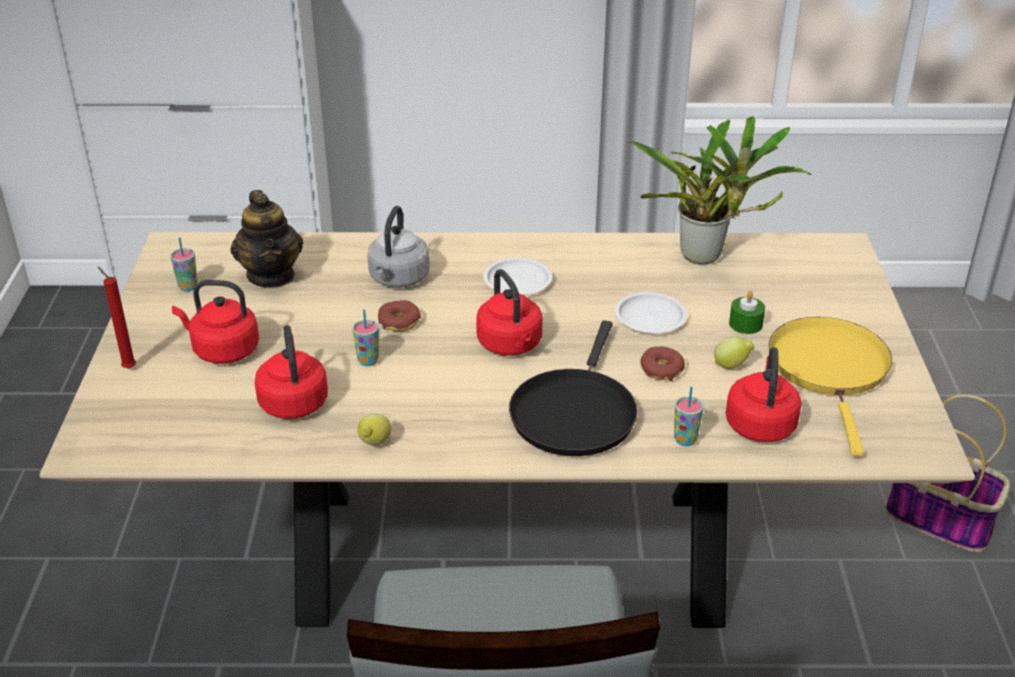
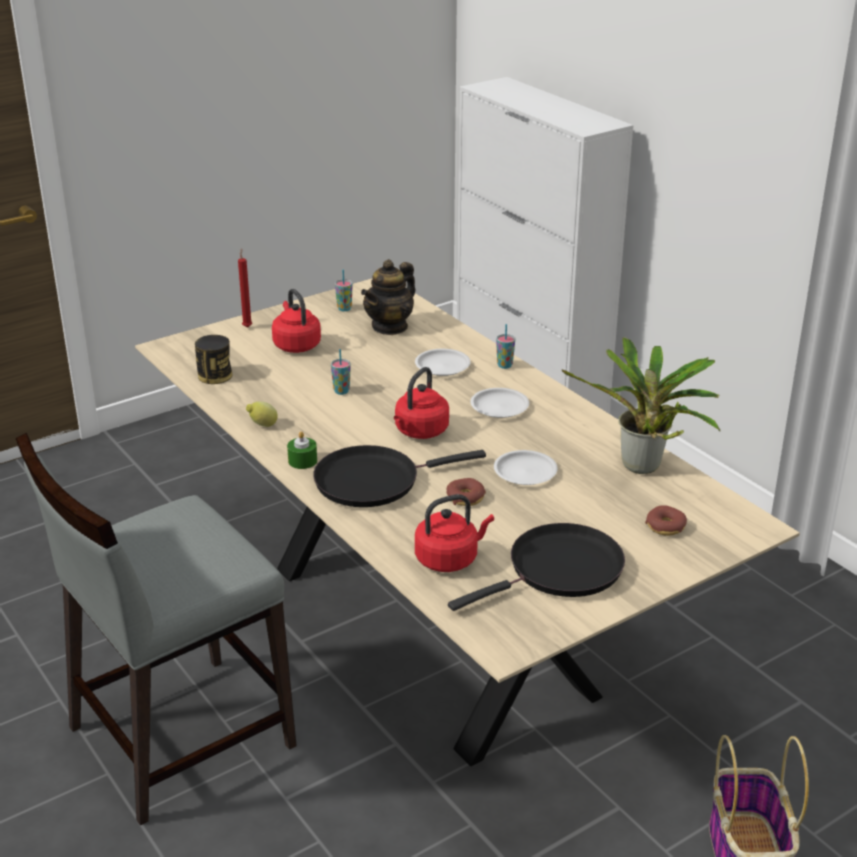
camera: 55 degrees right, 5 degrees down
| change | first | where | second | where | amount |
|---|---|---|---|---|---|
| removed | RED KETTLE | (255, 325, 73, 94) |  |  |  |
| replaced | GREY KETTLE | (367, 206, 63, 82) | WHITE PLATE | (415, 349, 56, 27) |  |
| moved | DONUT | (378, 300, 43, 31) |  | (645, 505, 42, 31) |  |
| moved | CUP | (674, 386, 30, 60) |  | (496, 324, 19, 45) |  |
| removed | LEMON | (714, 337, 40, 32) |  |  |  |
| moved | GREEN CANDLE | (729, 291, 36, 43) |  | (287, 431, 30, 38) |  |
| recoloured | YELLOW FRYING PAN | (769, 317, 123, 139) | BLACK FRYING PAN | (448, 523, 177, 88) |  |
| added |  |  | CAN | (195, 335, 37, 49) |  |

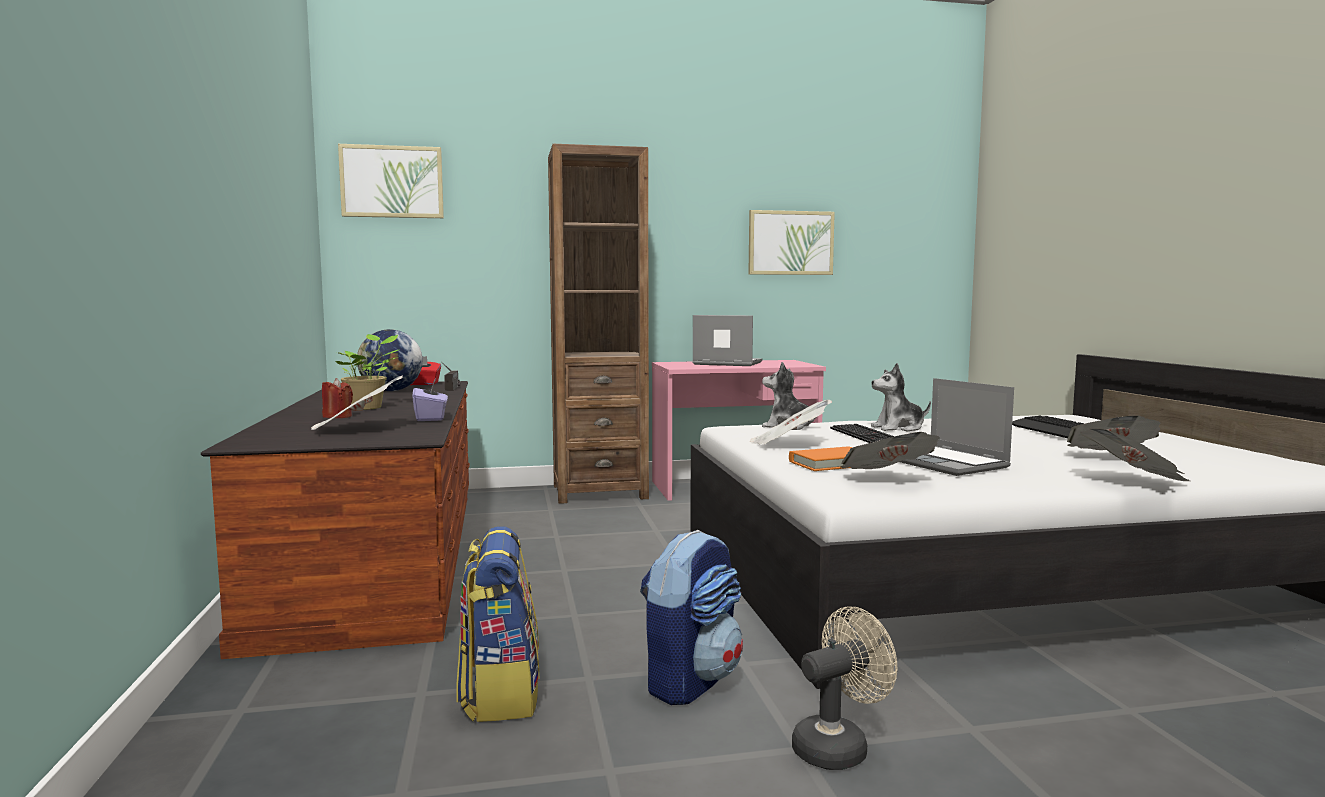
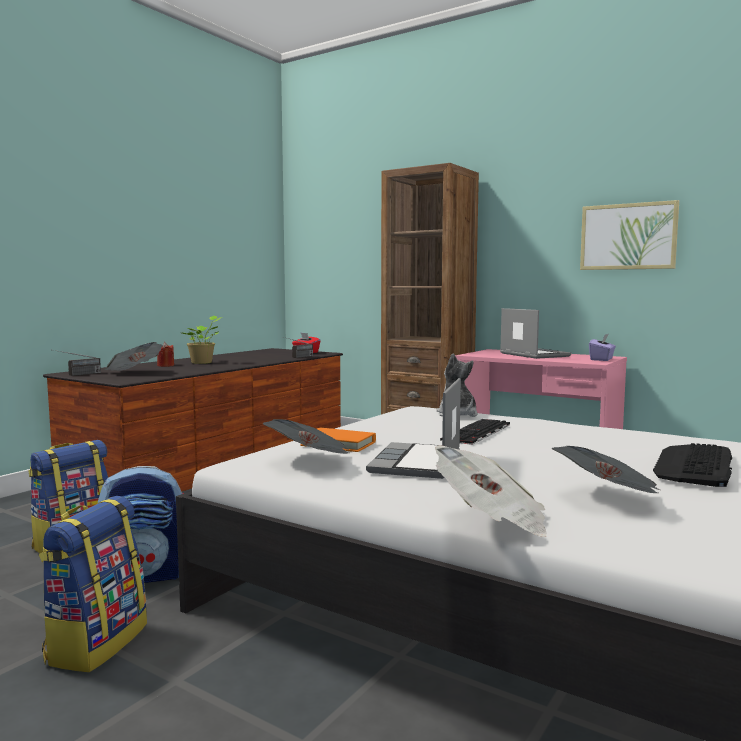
camera: 45 degrees right, 0 degrees up
| change | first | where | second | where | amount |
|---|---|---|---|---|---|
| removed | PICTURE | (338, 144, 106, 74) |  |  |  |
| removed | GLOBE | (357, 329, 66, 62) |  |  |  |
| moved | PURPLE TISSUE BOX | (412, 379, 36, 42) |  | (589, 334, 27, 27) |  |
| removed | NEWSPAPER | (750, 400, 82, 45) |  |  |  |
| replaced | BEIGE FAN | (792, 606, 106, 164) | BACKPACK | (39, 496, 108, 176) |  |
| removed | PLUSH TOY | (871, 363, 60, 68) |  |  |  |
| added |  |  | RADIO | (54, 350, 47, 26) |  |

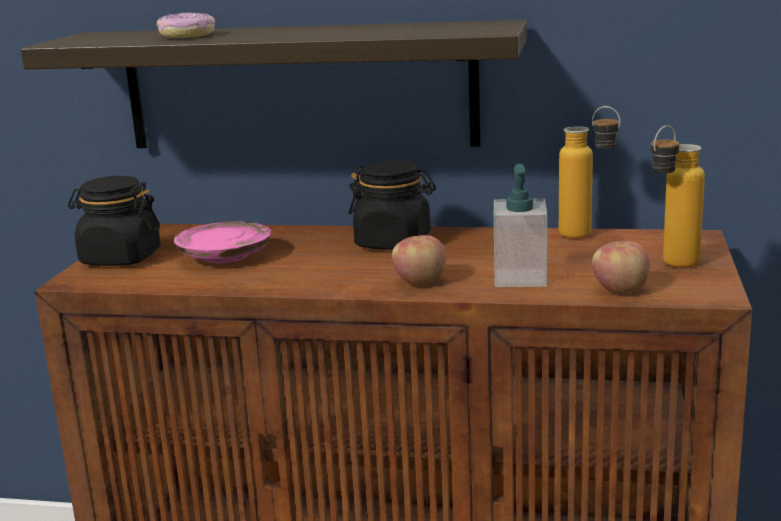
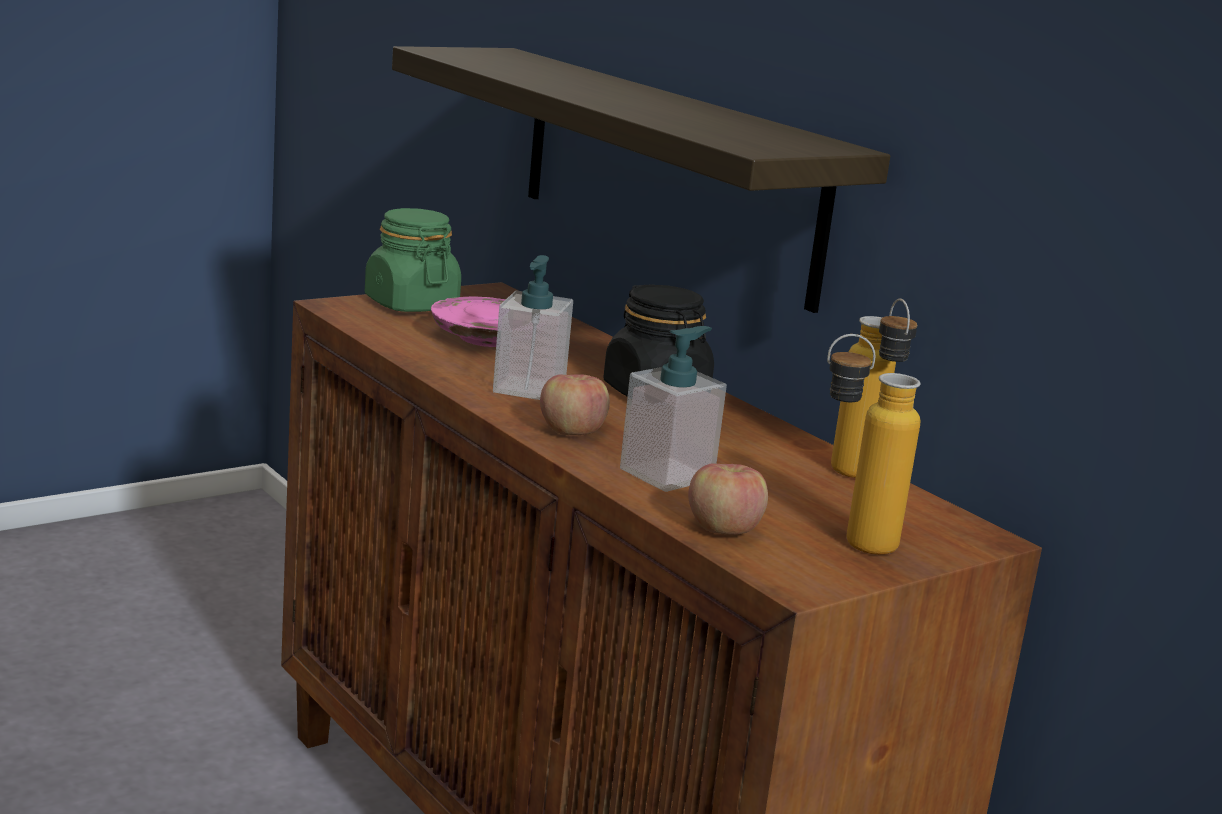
camera: 40 degrees right, 0 degrees up
| change | first | where | second | where | amount |
|---|---|---|---|---|---|
| recoloured | BLACK JAR | (68, 176, 93, 90) | GREEN JAR | (365, 208, 96, 104) |  |
| removed | DONUT | (157, 12, 58, 26) |  |  |  |
| added |  |  | SOAP DISPENSER | (493, 255, 80, 145) |  |

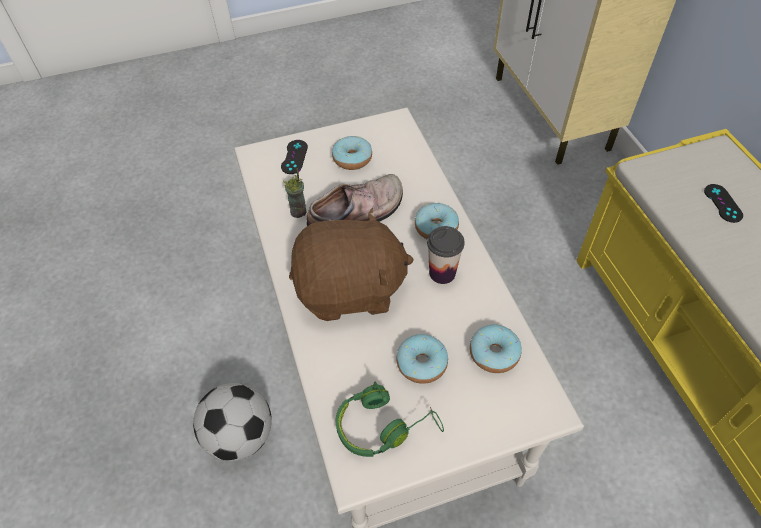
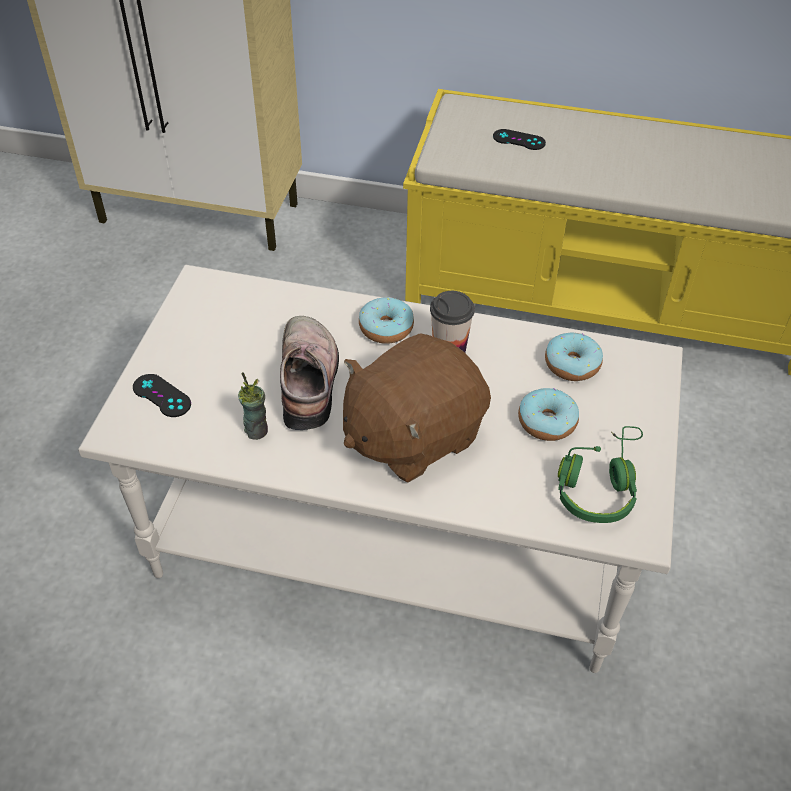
camera: 60 degrees left, 5 degrees down
| change | first | where | second | where | amount |
|---|---|---|---|---|---|
| removed | FOOTBALL | (193, 383, 79, 78) |  |  |  |
| turned | BROWN PLUSH TOY | (289, 208, 125, 113) |  | (343, 333, 148, 150) | 150 degrees counterclockwise |
| removed | DONUT | (332, 136, 40, 34) |  |  |  |

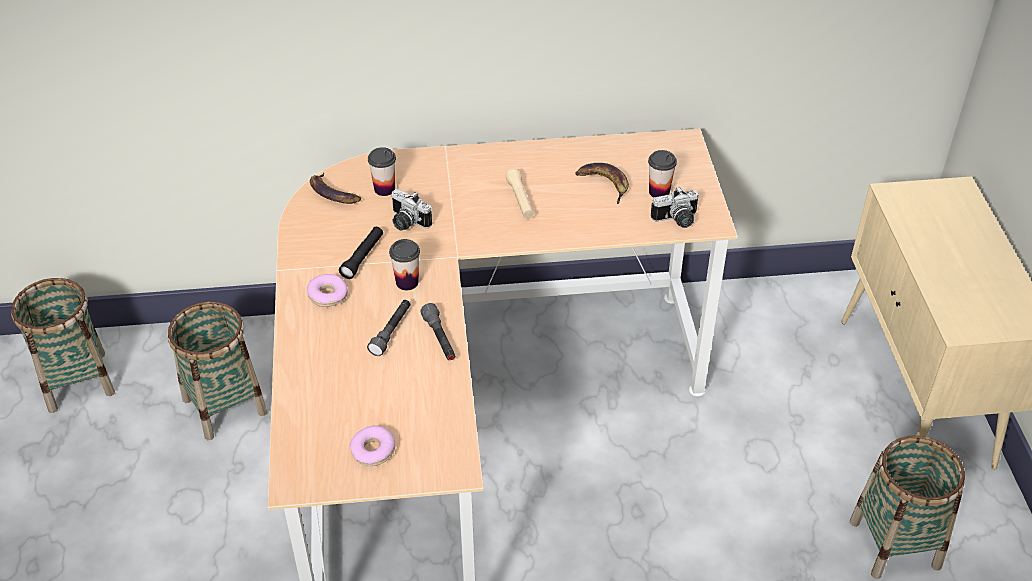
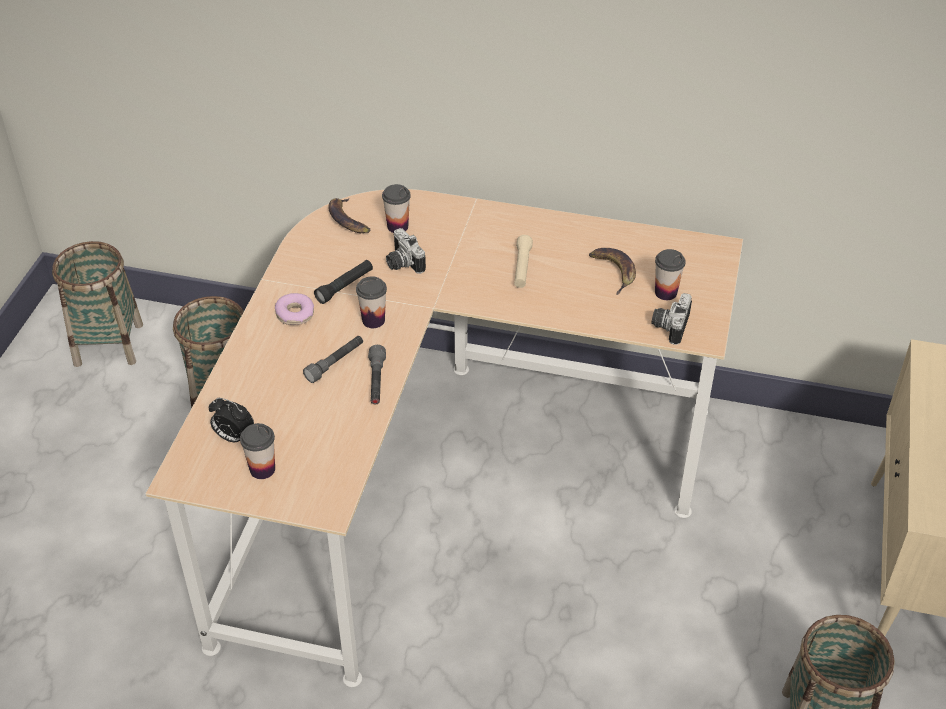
camera: 20 degrees right, 0 degrees up
| change | first | where | second | where | amount |
|---|---|---|---|---|---|
| replaced | DONUT | (350, 426, 45, 40) | CUP | (240, 423, 35, 56) |  |
| turned | PHOTO CAMERA | (651, 187, 48, 41) |  | (651, 293, 41, 52) | 105 degrees clockwise |
| added |  |  | ALARM CLOCK | (208, 398, 46, 44) |  |

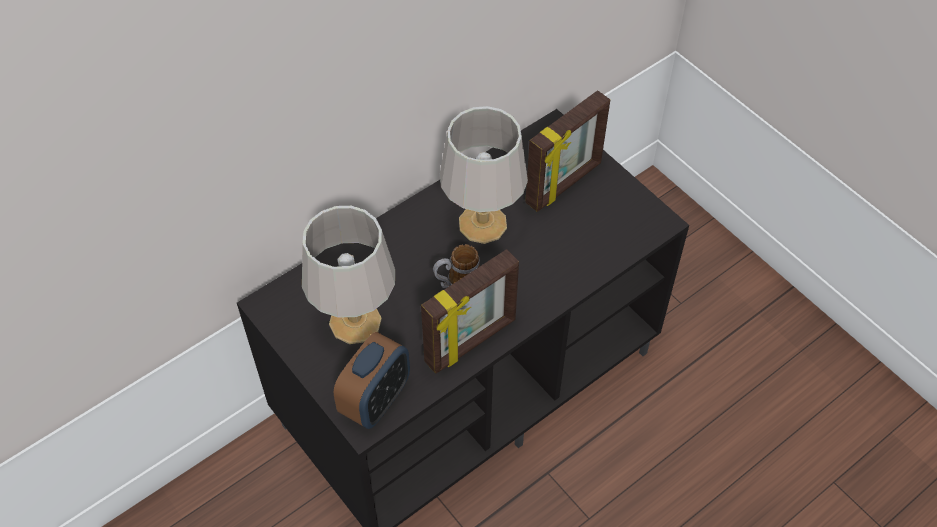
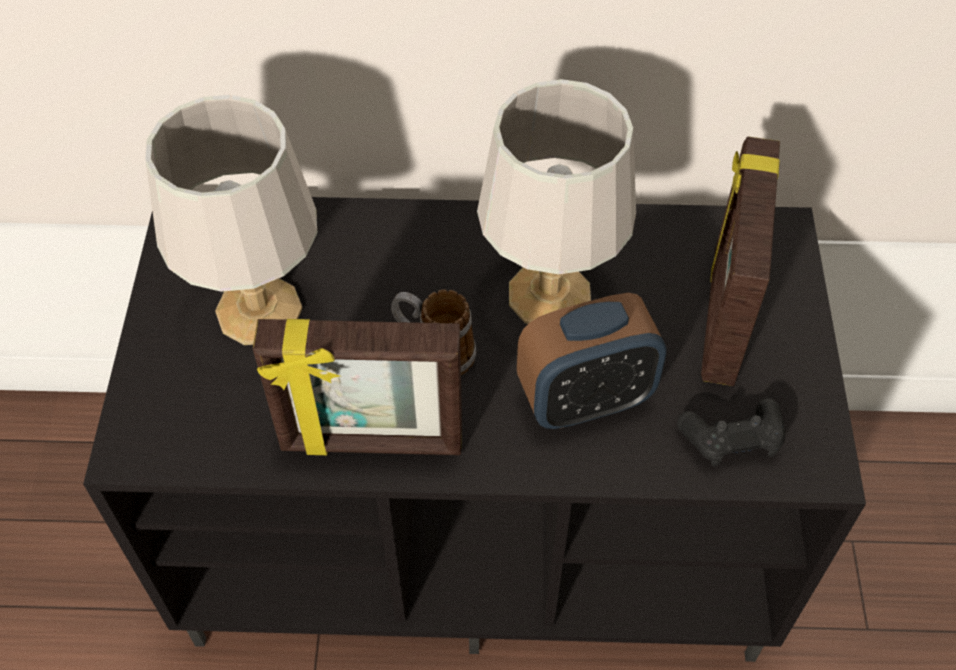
camera: 40 degrees right, 0 degrees up
| change | first | where | second | where | amount |
|---|---|---|---|---|---|
| moved | ALARM CLOCK | (334, 332, 76, 97) |  | (517, 293, 150, 136) |  |
| turned | PICTURE FRAME | (525, 90, 85, 122) |  | (701, 136, 79, 250) | 105 degrees clockwise |
| added |  |  | BLACK GAME CONTROLLER | (677, 398, 108, 68) |  |

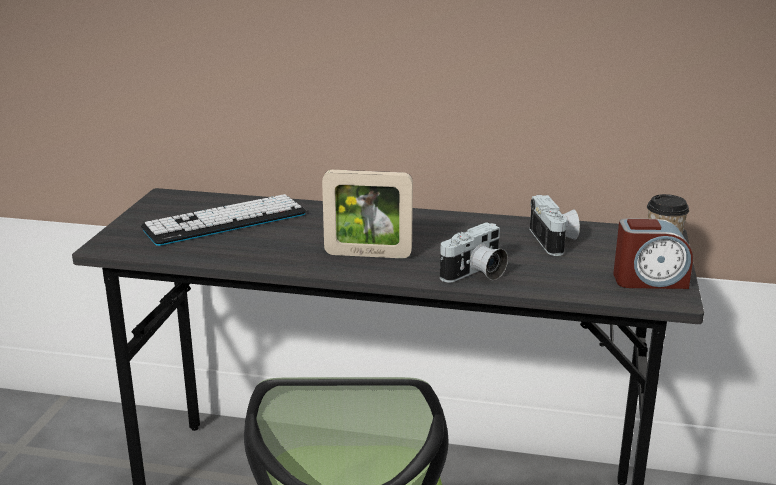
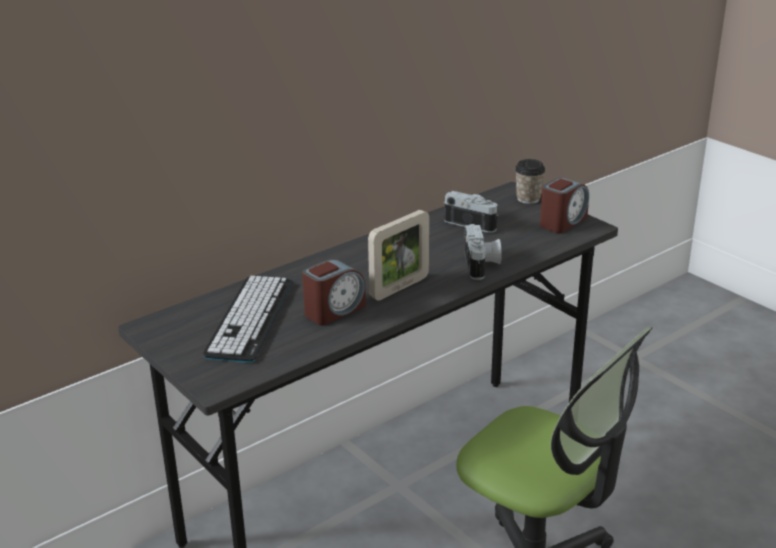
camera: 50 degrees left, 5 degrees up
| change | first | where | second | where | amount |
|---|---|---|---|---|---|
| added |  |  | ALARM CLOCK | (302, 259, 64, 66) |  |

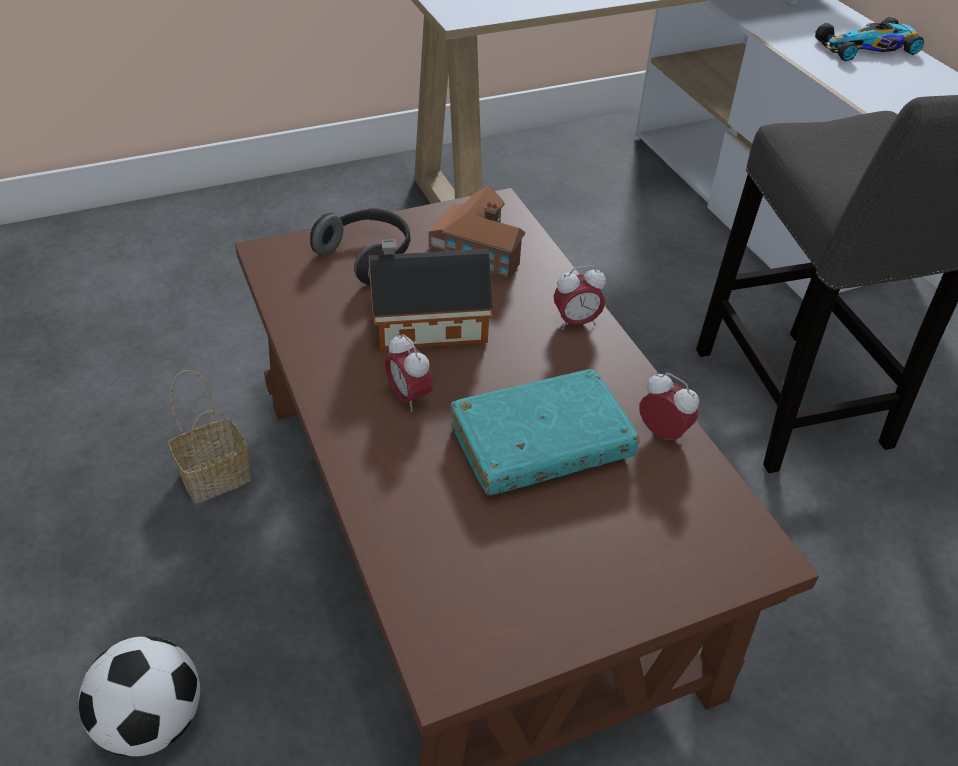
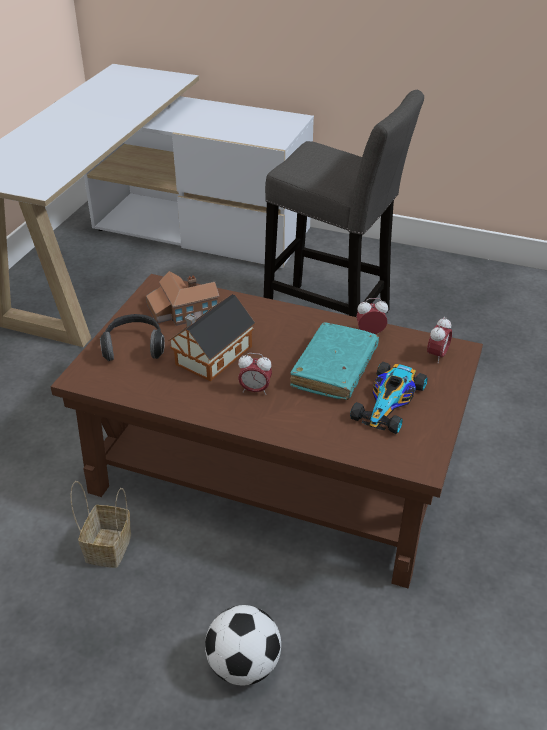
camera: 45 degrees left, 5 degrees down
| change | first | where | second | where | amount |
|---|---|---|---|---|---|
| moved | ALARM CLOCK | (554, 265, 52, 65) |  | (427, 317, 25, 46) |  |
| moved | TOY CAR | (815, 17, 109, 44) |  | (350, 362, 78, 72) |  |

